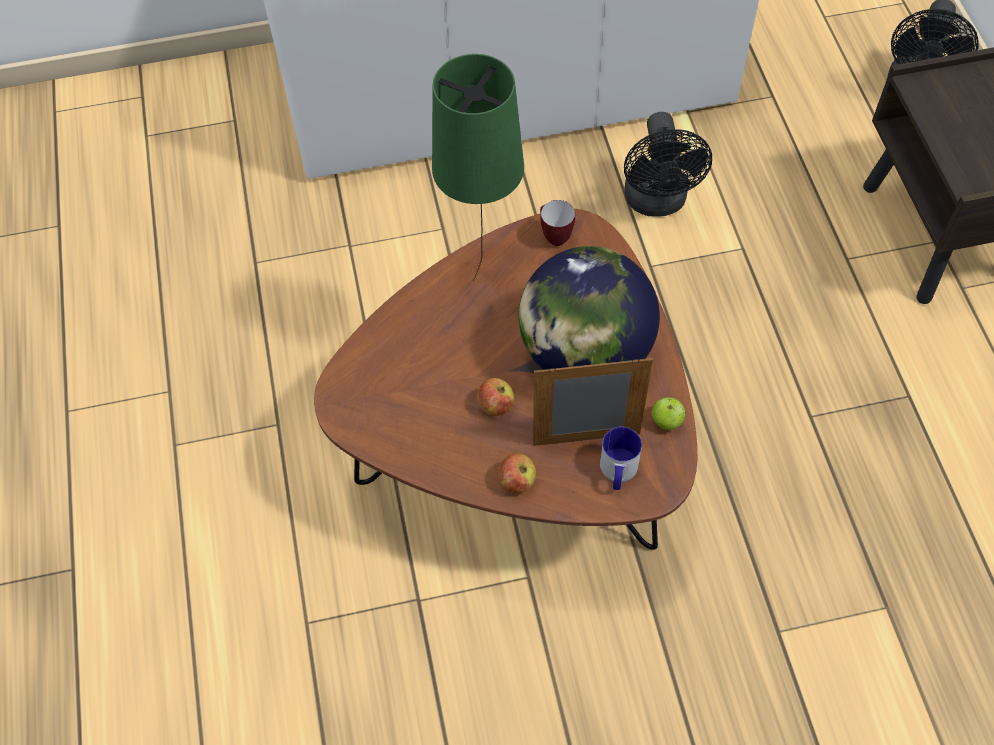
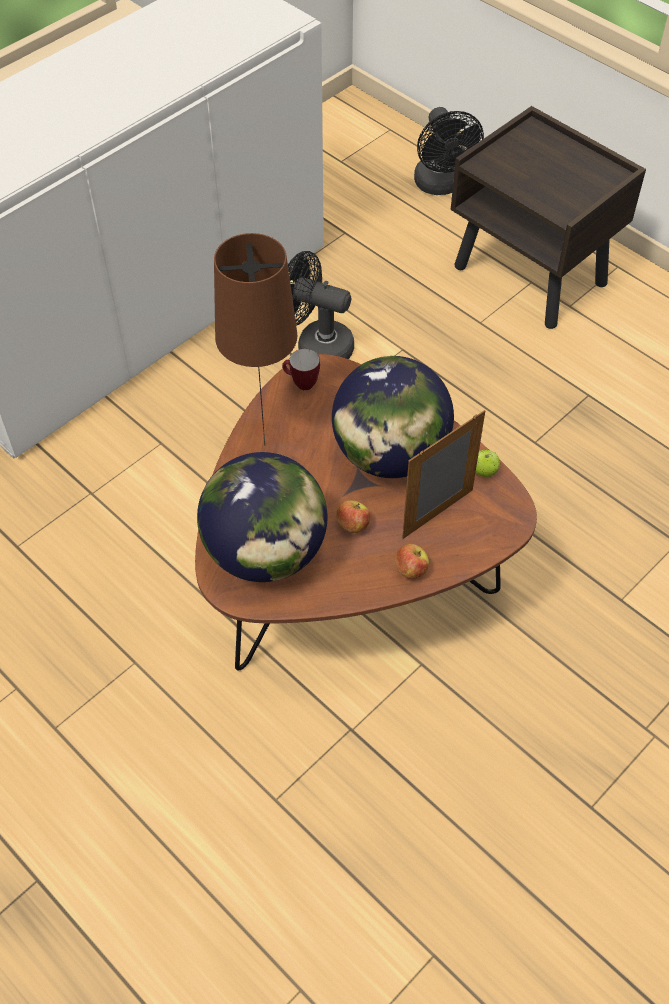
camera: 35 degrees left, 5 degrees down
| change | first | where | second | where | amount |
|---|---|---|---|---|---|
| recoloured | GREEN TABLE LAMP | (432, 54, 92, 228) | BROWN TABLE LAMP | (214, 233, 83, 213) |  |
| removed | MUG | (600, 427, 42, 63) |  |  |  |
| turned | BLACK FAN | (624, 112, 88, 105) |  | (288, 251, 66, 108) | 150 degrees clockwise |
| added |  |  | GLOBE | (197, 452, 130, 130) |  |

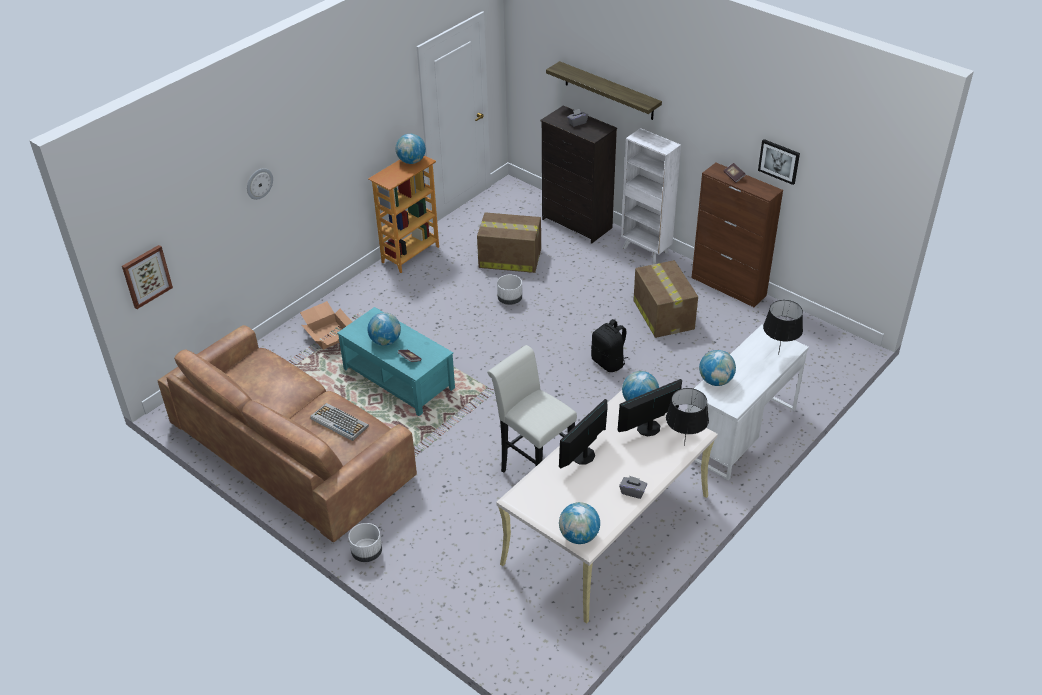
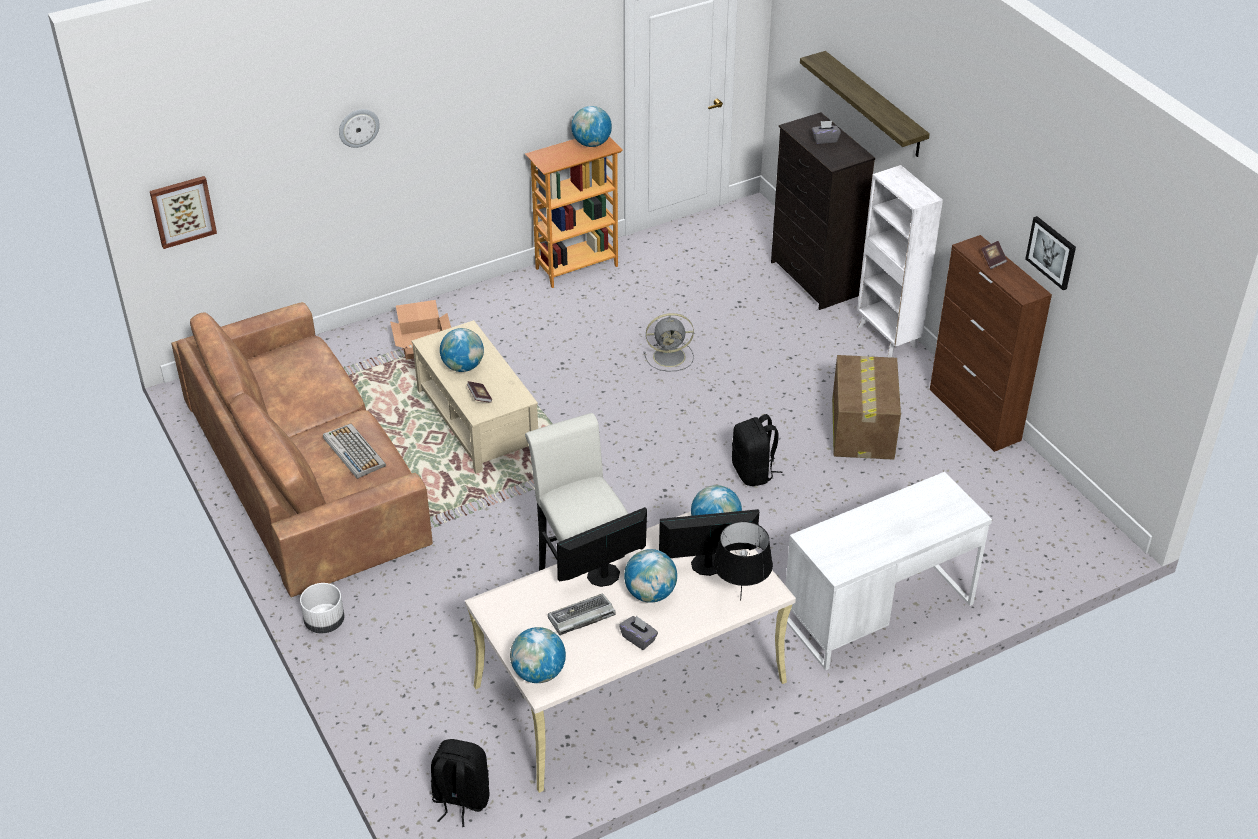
camera: 20 degrees right, 0 degrees up
| change | first | where | second | where | amount |
|---|---|---|---|---|---|
| recoloured | TURQUOISE COFFEE TABLE | (337, 307, 118, 109) | BEIGE COFFEE TABLE | (412, 320, 126, 154) |  |
| removed | CARDBOARD BOX | (477, 212, 64, 61) |  |  |  |
| replaced | WHITE PLANTER | (497, 275, 25, 30) | GREY FAN | (644, 313, 50, 59) |  |
| moved | GLOBE | (699, 350, 37, 36) |  | (624, 549, 53, 54) |  |
| removed | BLACK TABLE LAMP | (763, 300, 40, 55) |  |  |  |
| added |  |  | BLACK BACKPACK | (431, 739, 58, 88) |  |
| added |  |  | KEYBOARD | (548, 593, 68, 42) |  |

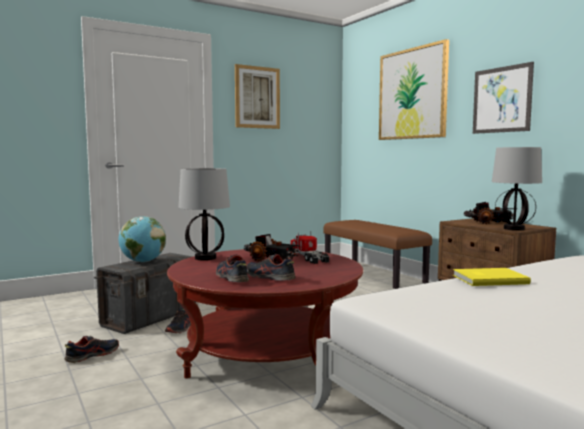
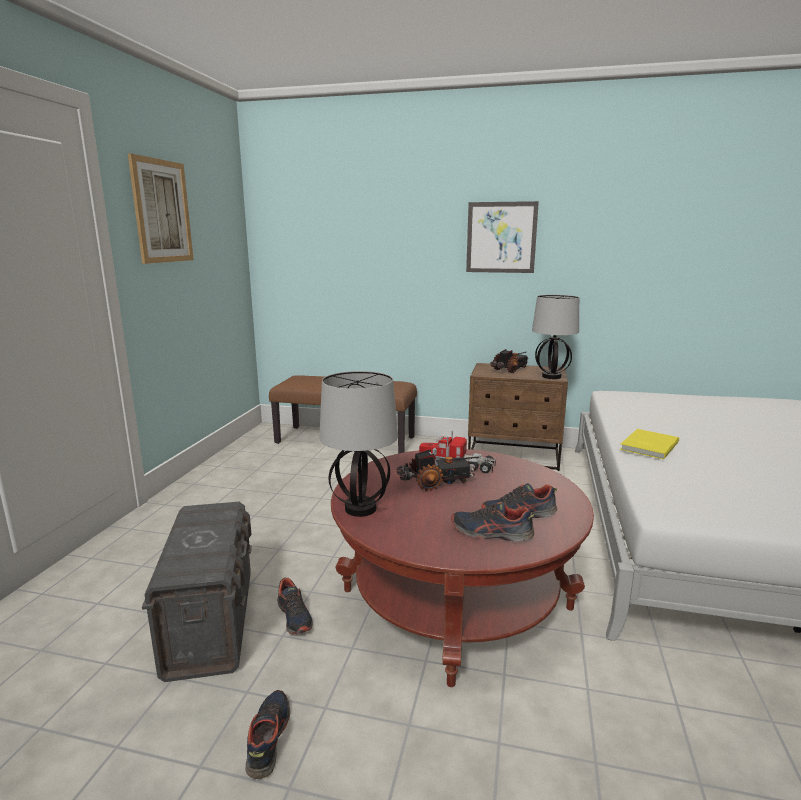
camera: 45 degrees left, 10 degrees up
| change | first | where | second | where | amount |
|---|---|---|---|---|---|
| removed | GLOBE | (119, 216, 47, 46) |  |  |  |
| removed | PICTURE | (379, 39, 70, 101) |  |  |  |

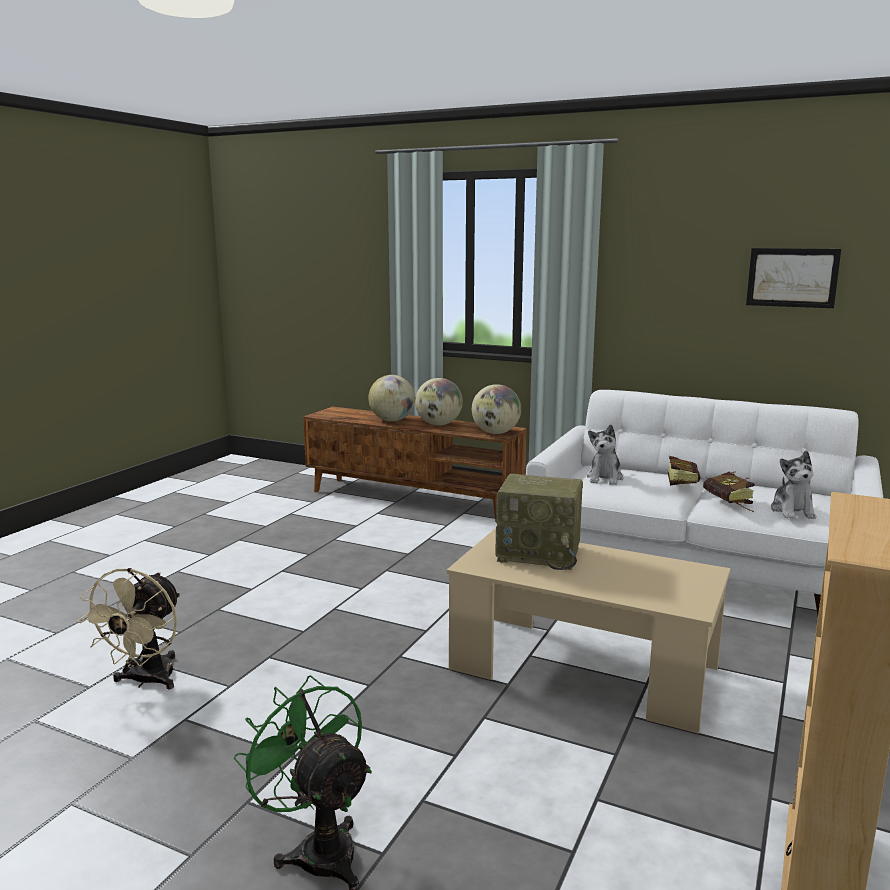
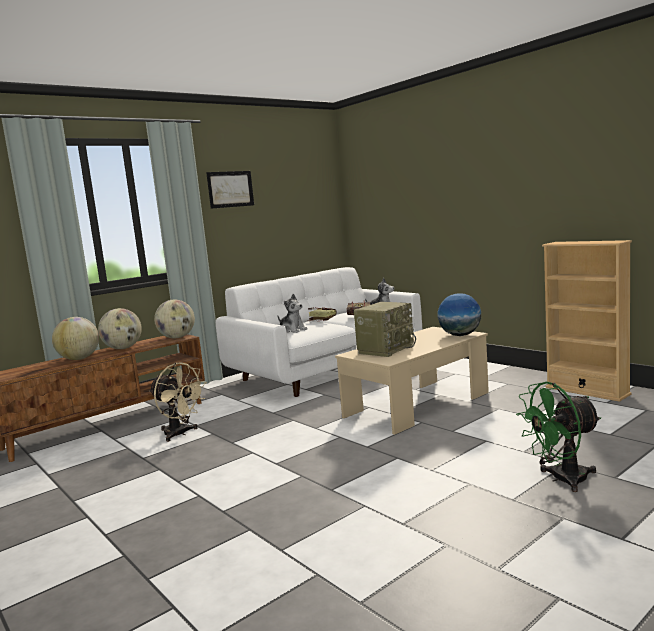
camera: 65 degrees left, 5 degrees down
| change | first | where | second | where | amount |
|---|---|---|---|---|---|
| moved | BEIGE FAN | (78, 568, 102, 122) |  | (149, 362, 58, 80) |  |
| moved | PICTURE | (746, 248, 95, 60) |  | (206, 171, 48, 38) |  |
| added |  |  | GLOBE | (438, 293, 43, 43) |  |

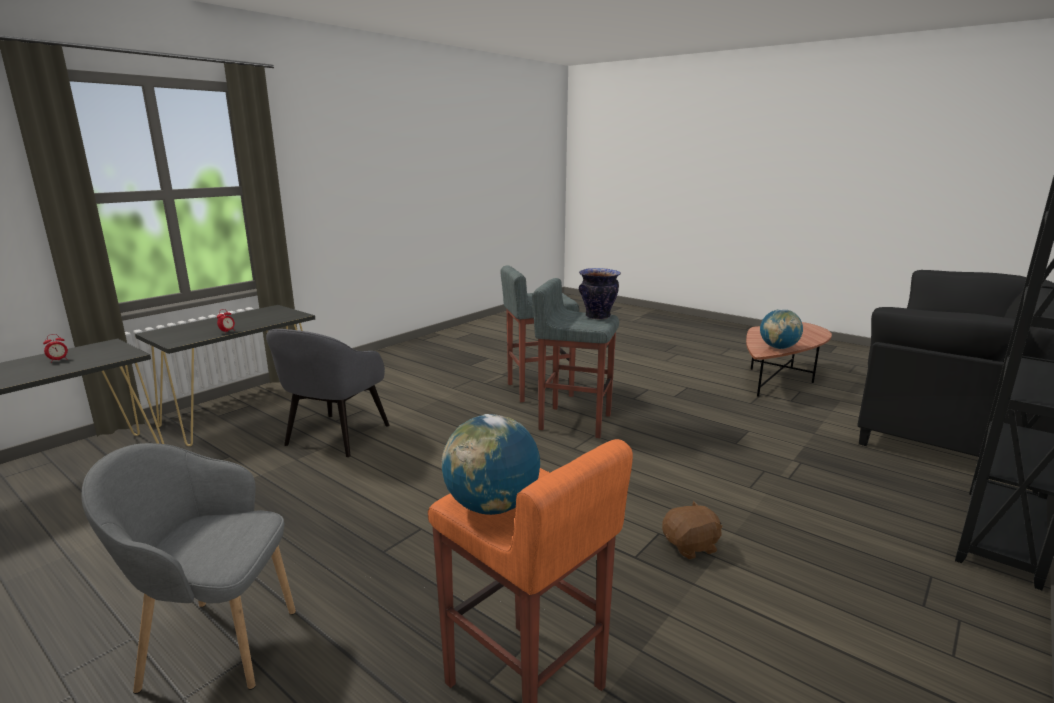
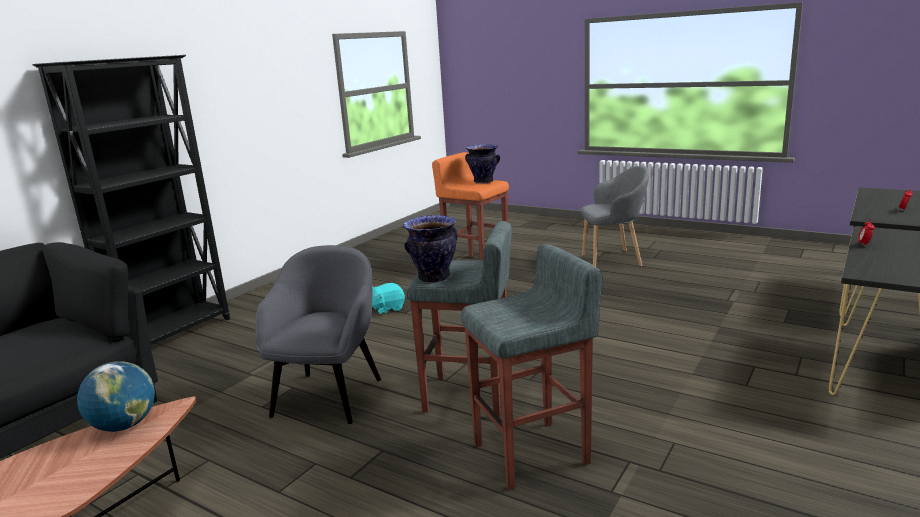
camera: 175 degrees right, 0 degrees up
| change | first | where | second | where | amount |
|---|---|---|---|---|---|
| moved | GREY ARMCHAIR | (266, 329, 124, 128) |  | (255, 245, 126, 179) |  |
| replaced | GLOBE | (441, 414, 99, 101) | VASE | (465, 144, 35, 40) |  |
| recoloured | BROWN PLUSH TOY | (662, 501, 61, 59) | TURQUOISE PLUSH TOY | (372, 283, 33, 32) |  |

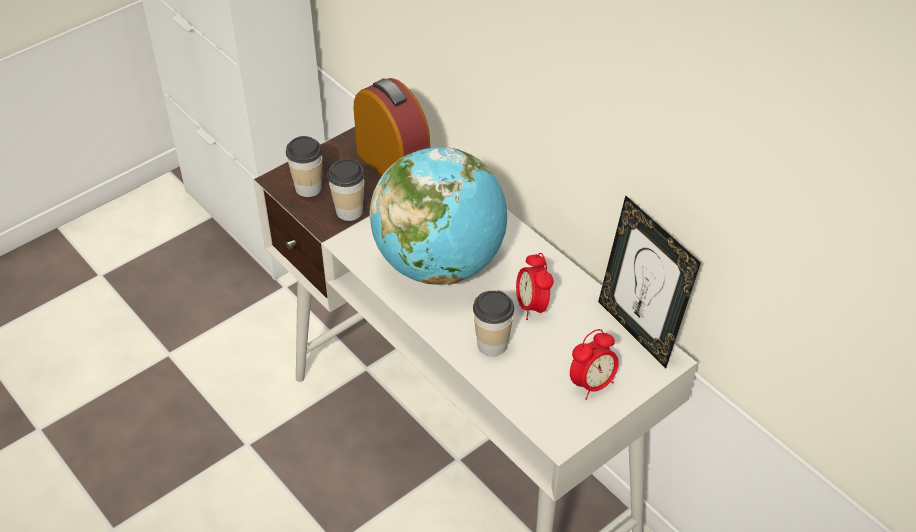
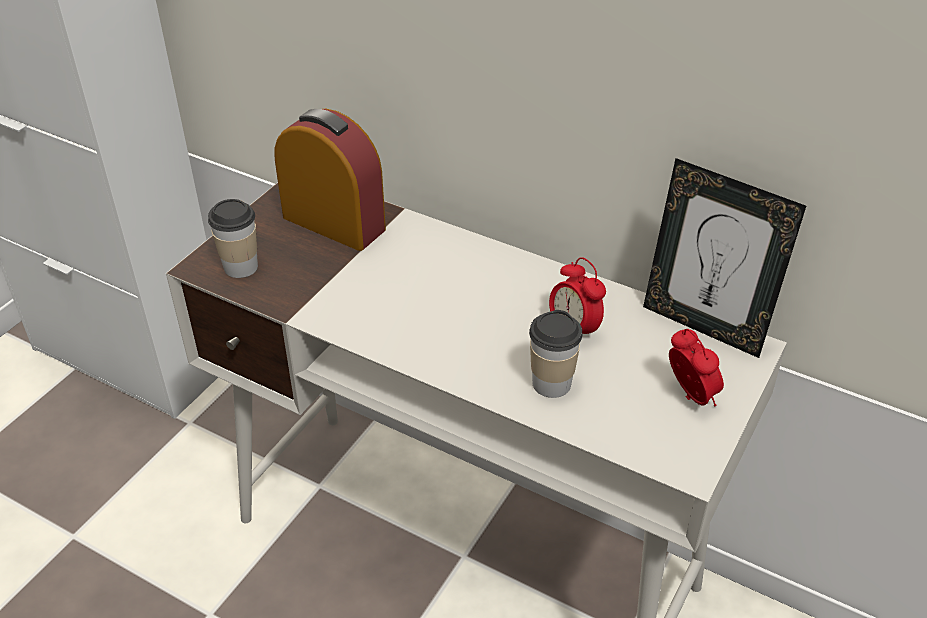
camera: 20 degrees left, 5 degrees down
| change | first | where | second | where | amount |
|---|---|---|---|---|---|
| removed | CUP | (327, 159, 38, 62) |  |  |  |
| removed | GLOBE | (369, 147, 138, 138) |  |  |  |
| turned | ALARM CLOCK | (570, 329, 49, 71) |  | (669, 329, 55, 77) | 60 degrees counterclockwise |

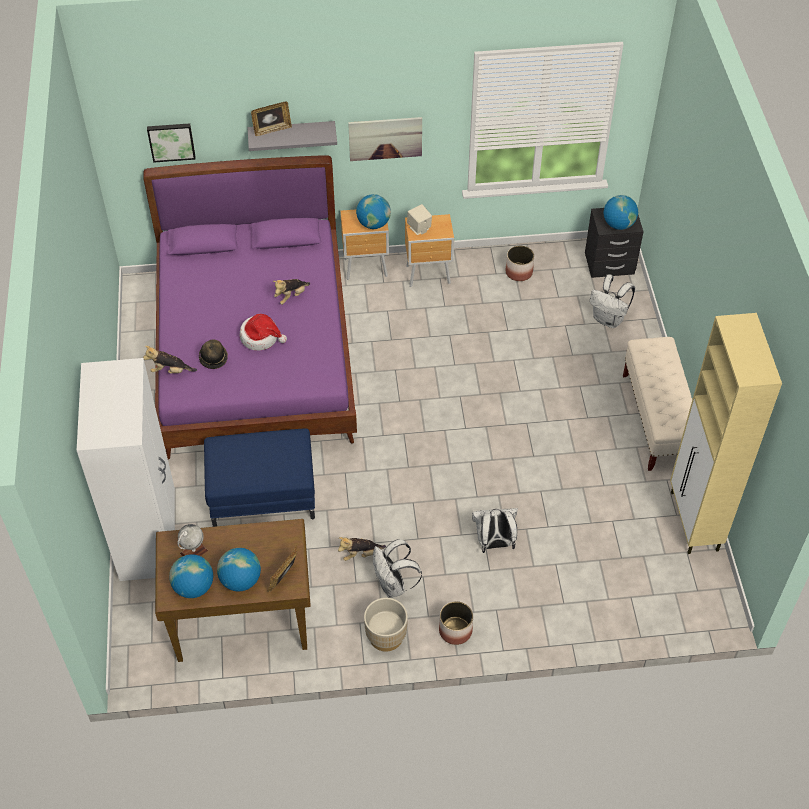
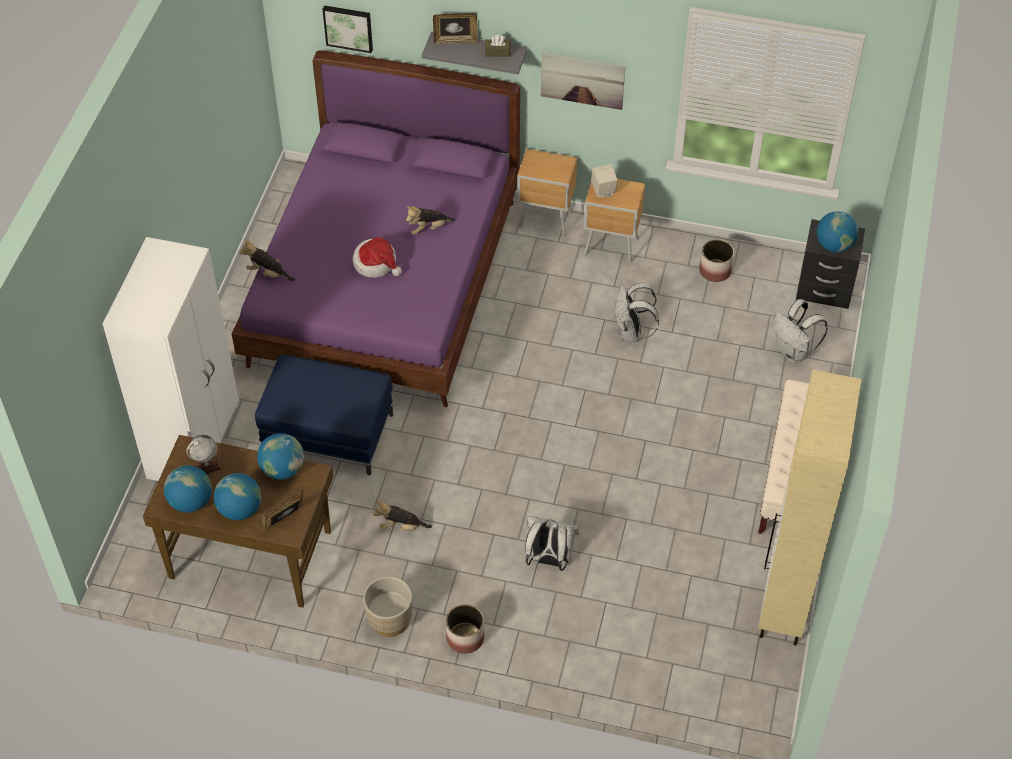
camera: 20 degrees right, 0 degrees up
| change | first | where | second | where | amount |
|---|---|---|---|---|---|
| removed | HAT | (199, 340, 29, 29) |  |  |  |
| moved | GLOBE | (356, 194, 35, 35) |  | (257, 433, 47, 47) |  |
| moved | WHITE BACKPACK | (373, 539, 49, 59) |  | (614, 283, 45, 59) |  |
| added |  |  | BROWN TISSUE BOX | (485, 35, 26, 22) |  |

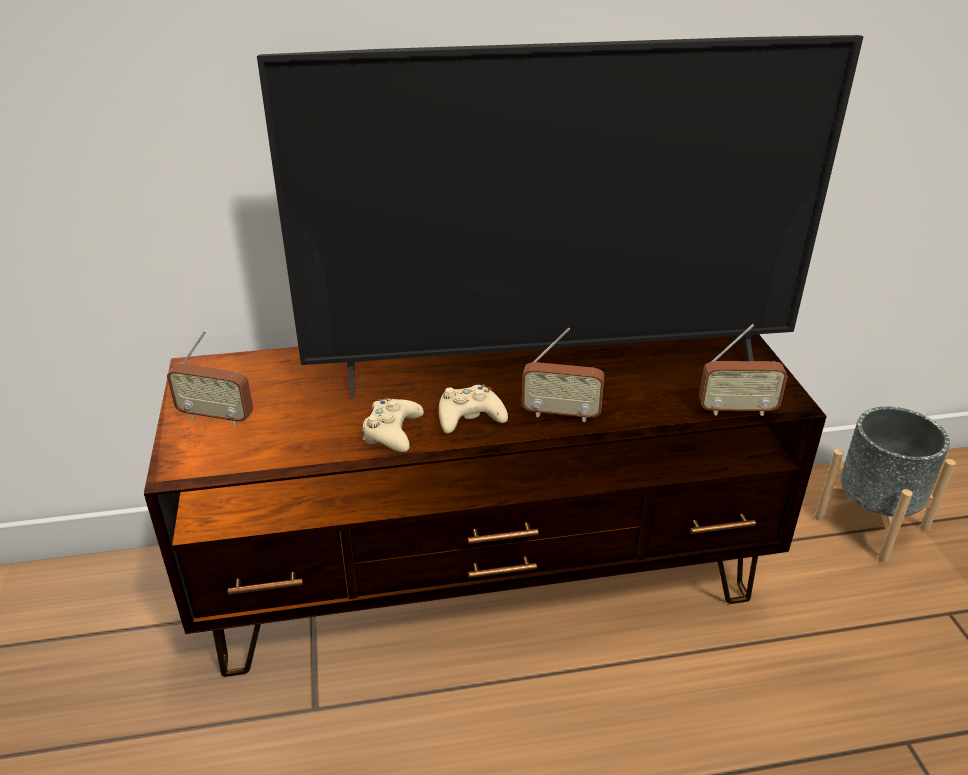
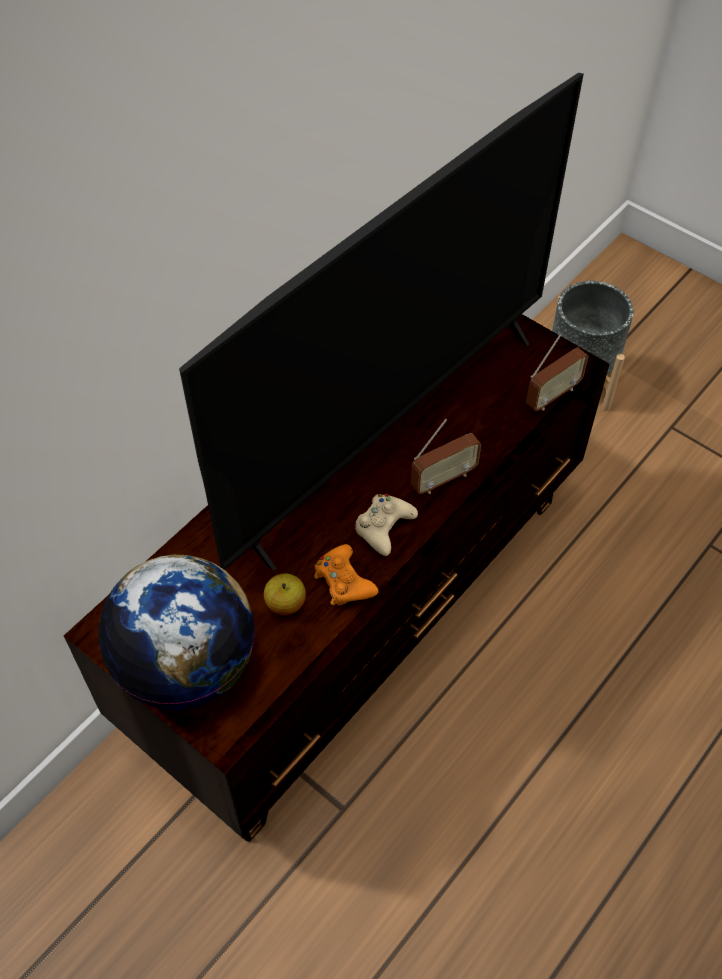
camera: 40 degrees left, 20 degrees up
| change | first | where | second | where | amount |
|---|---|---|---|---|---|
| replaced | RADIO | (167, 330, 86, 96) | GLOBE | (98, 555, 157, 155) |  |
| recoloured | BEIGE GAME CONTROLLER | (362, 398, 62, 54) | ORANGE GAME CONTROLLER | (314, 544, 65, 61) |  |
| added |  |  | APPLE | (264, 573, 42, 42) |  |

